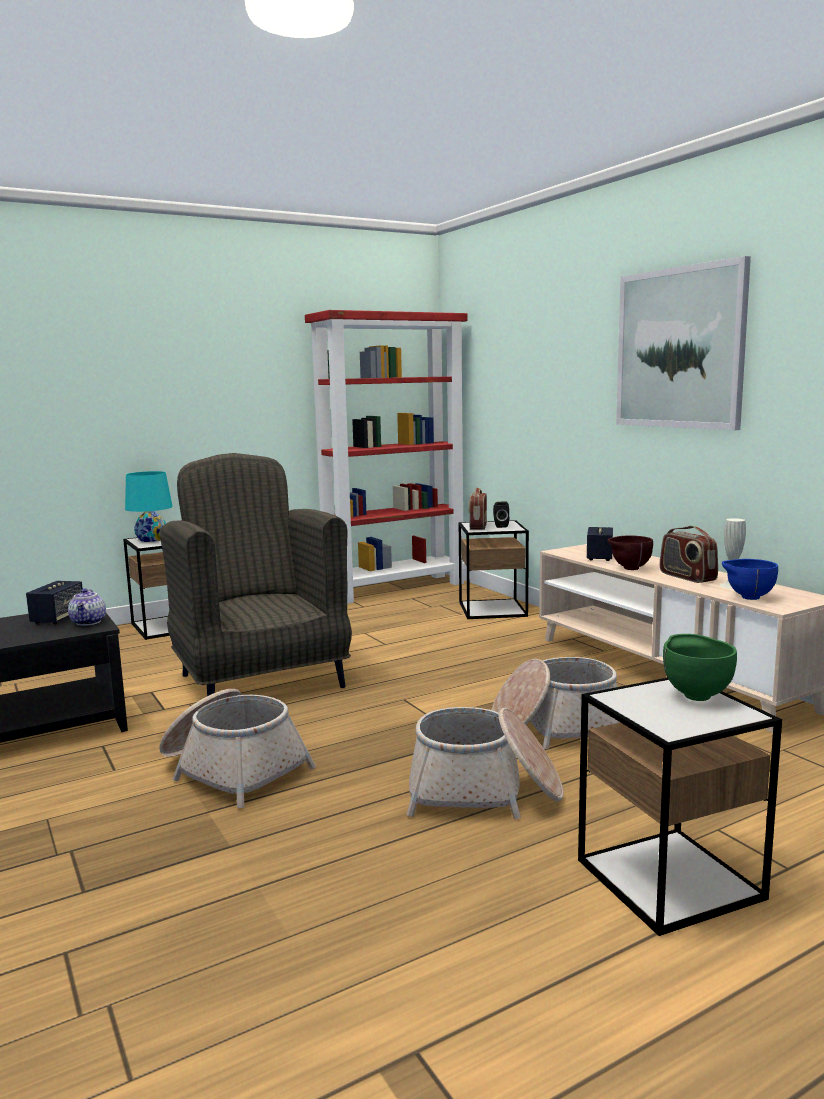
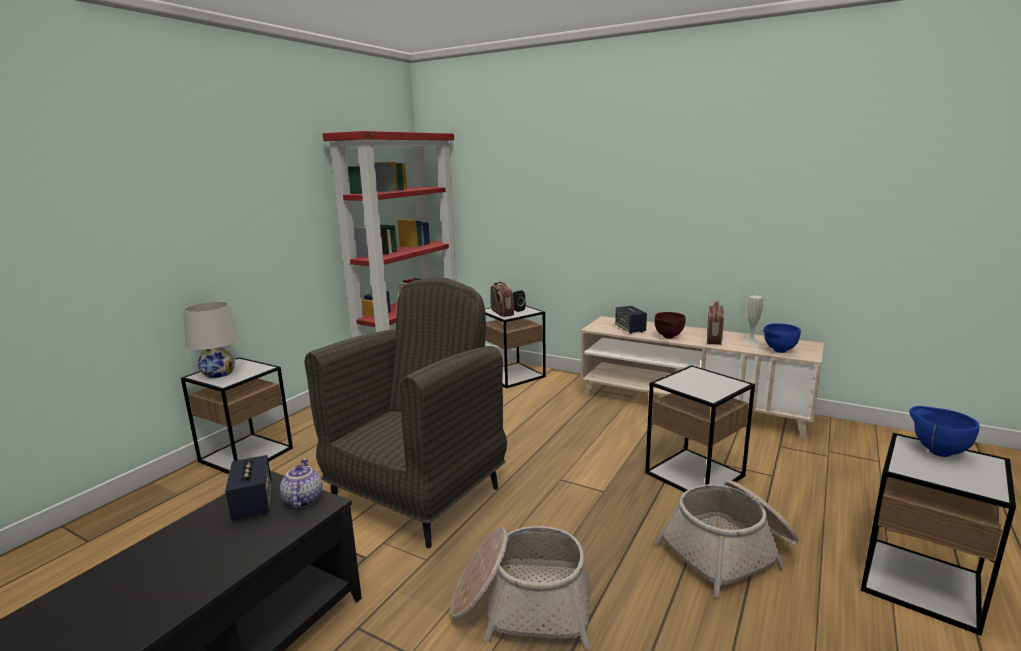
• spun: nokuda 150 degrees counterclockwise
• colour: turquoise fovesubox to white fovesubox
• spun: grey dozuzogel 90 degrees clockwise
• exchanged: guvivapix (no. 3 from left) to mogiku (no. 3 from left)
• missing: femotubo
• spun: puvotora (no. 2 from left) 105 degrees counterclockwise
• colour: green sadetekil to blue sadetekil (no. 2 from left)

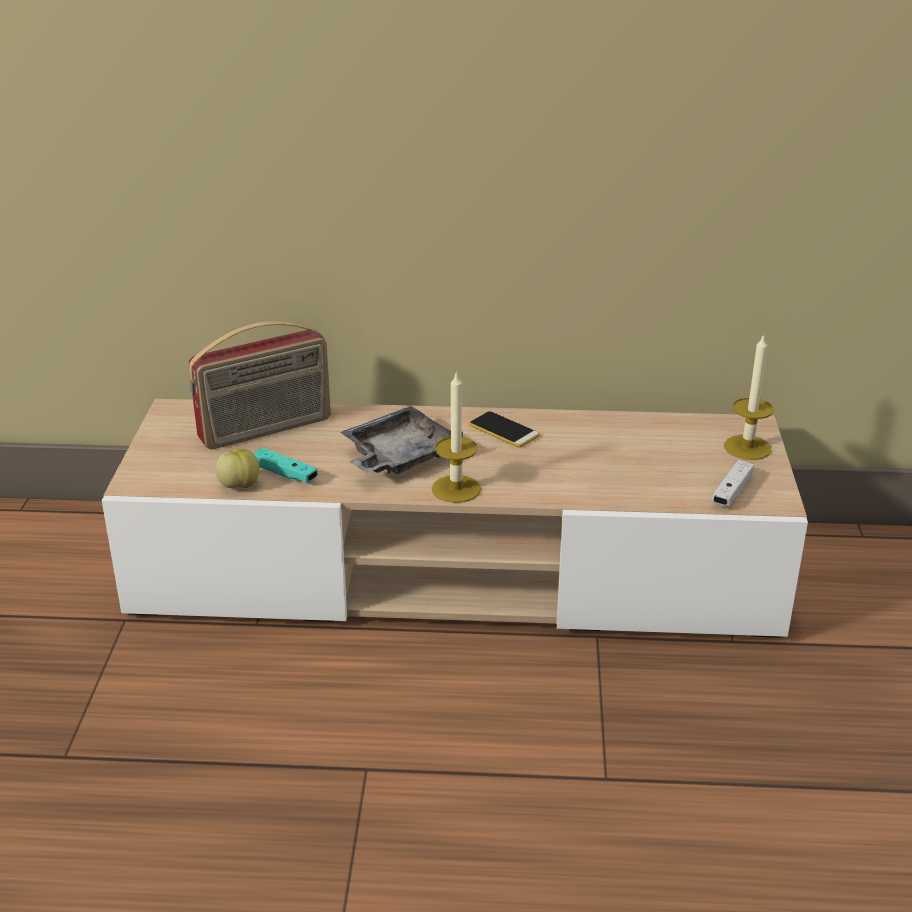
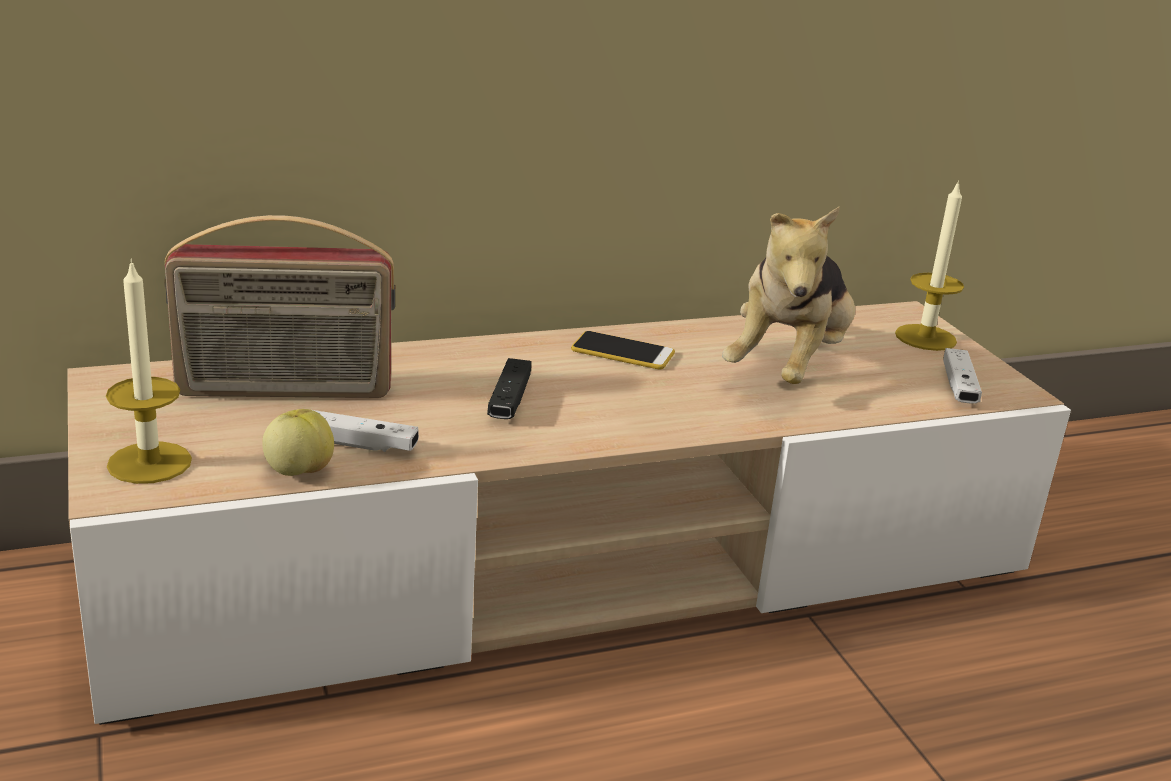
• spun: puvotora 45 degrees clockwise
• colour: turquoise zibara to white zibara (no. 1 from left)
• exchanged: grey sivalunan to black zibara
• relocated: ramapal (no. 1 from left)
• appeared: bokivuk

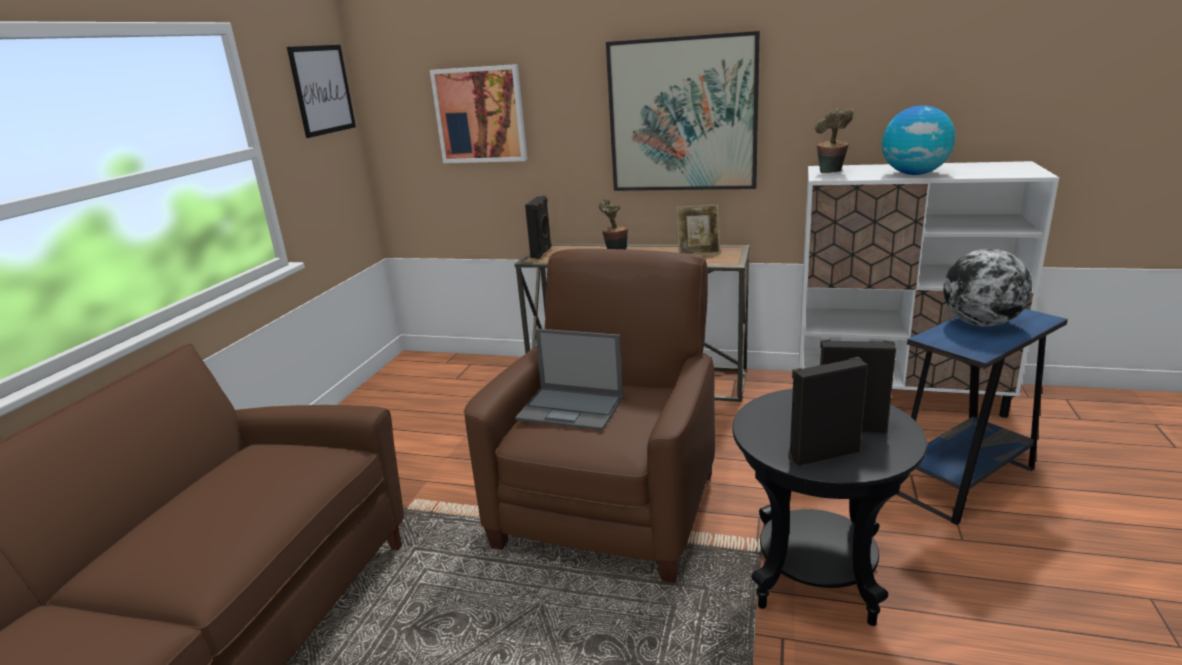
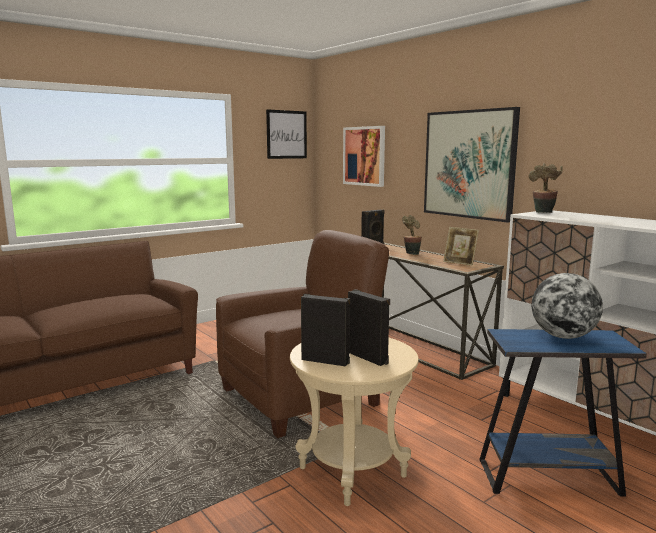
• missing: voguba
• colour: black mogiku to beige mogiku
• missing: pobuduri (no. 1 from left)

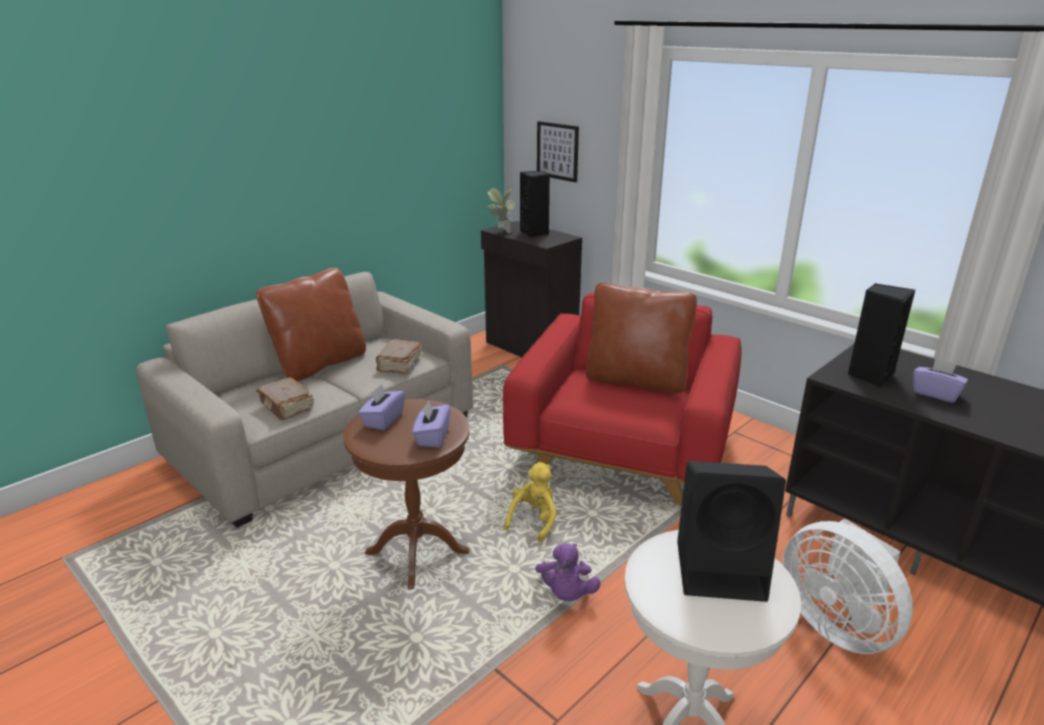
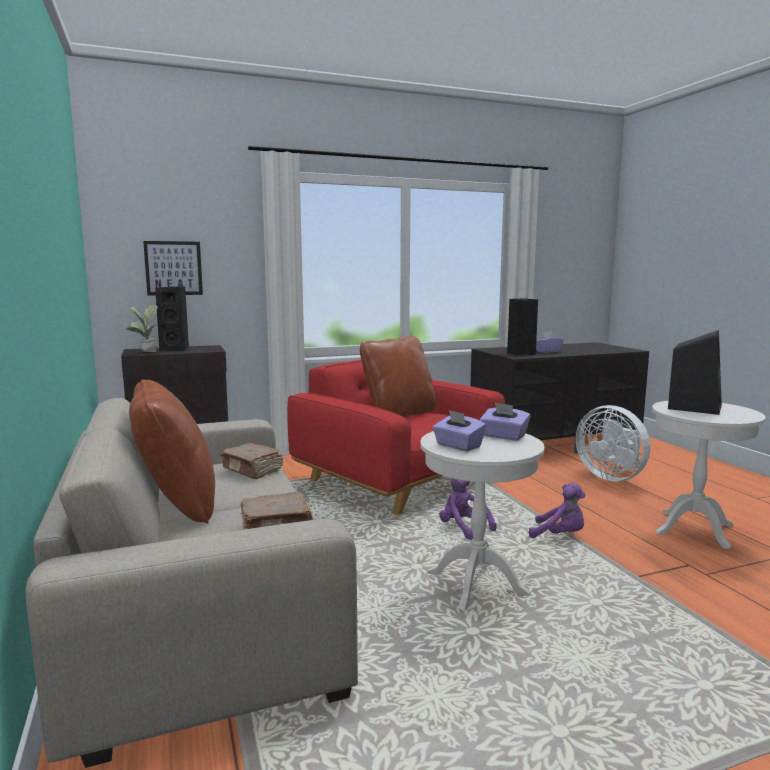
• colour: brown mogiku to white mogiku (no. 1 from left)
• colour: yellow bokivuk to purple bokivuk (no. 1 from left)
• spun: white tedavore 60 degrees clockwise

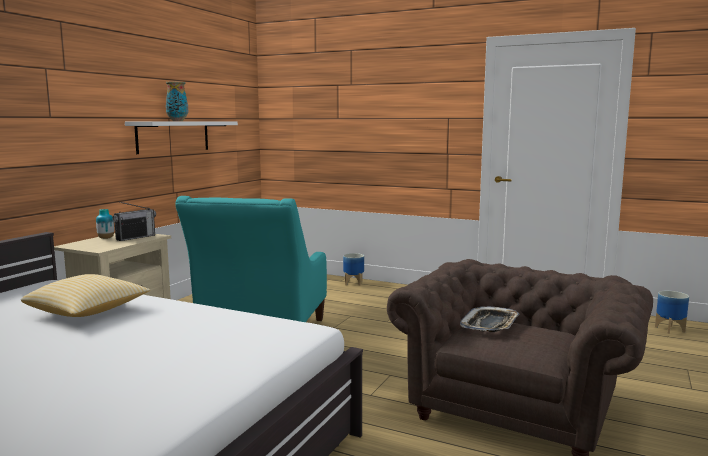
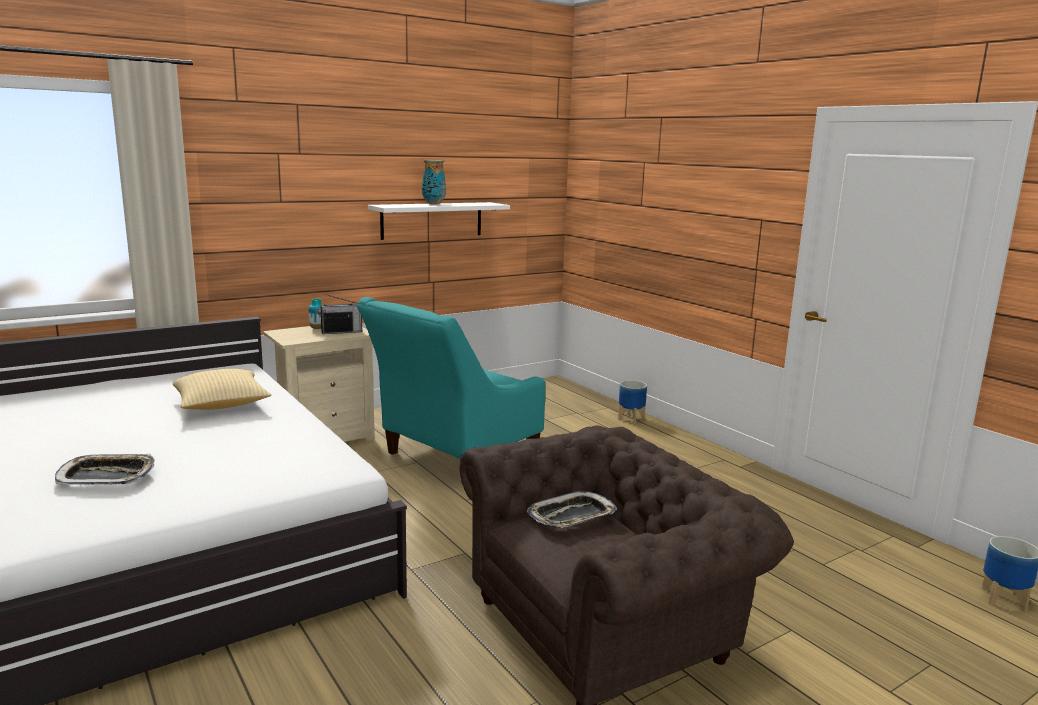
• appeared: sivalunan (no. 1 from left)

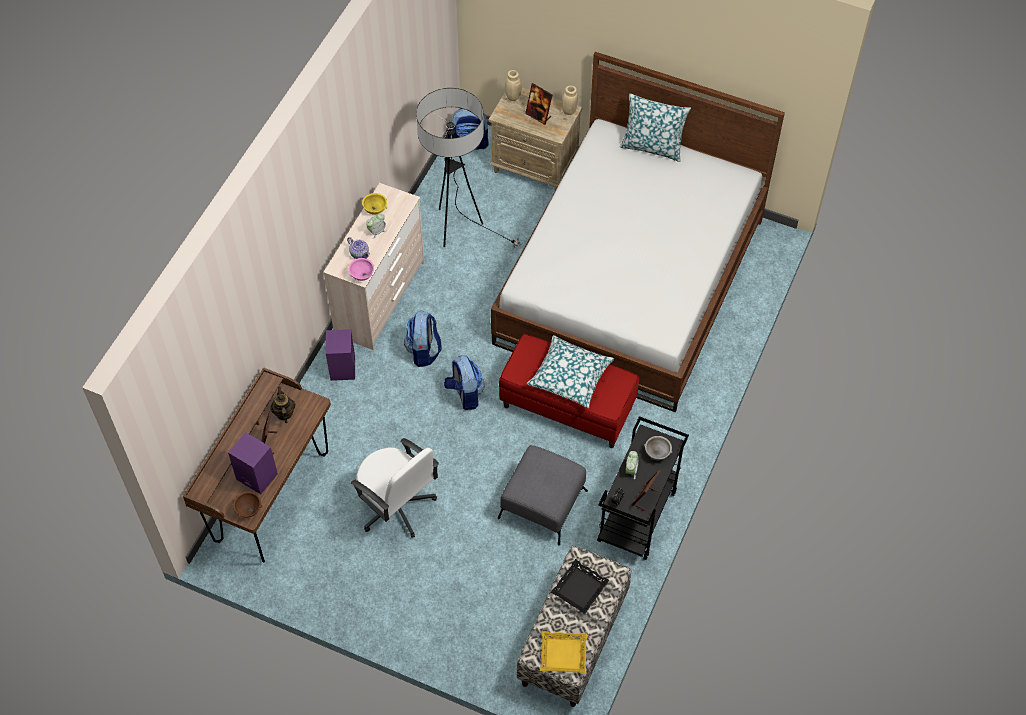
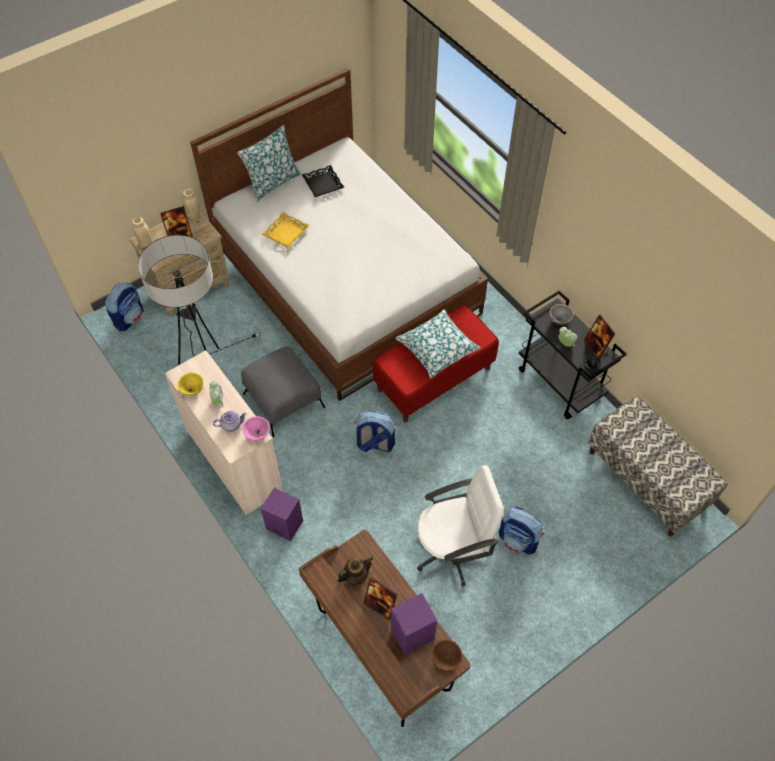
• spun: nokuda (no. 1 from left in the first image) 135 degrees clockwise
• relocated: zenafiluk (no. 1 from left in the first image) to zenafiluk (no. 3 from left)
• relocated: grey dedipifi
• relocated: yellow sivalunan
• relocated: black sivalunan

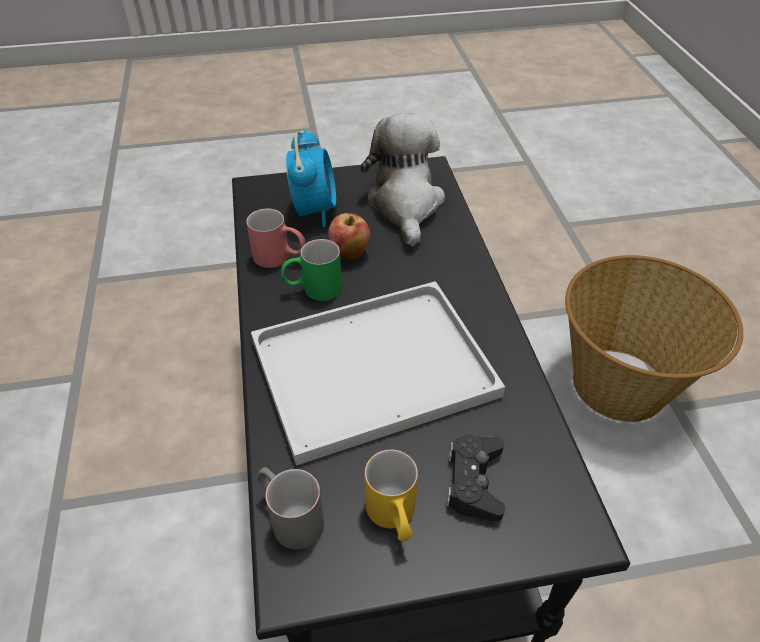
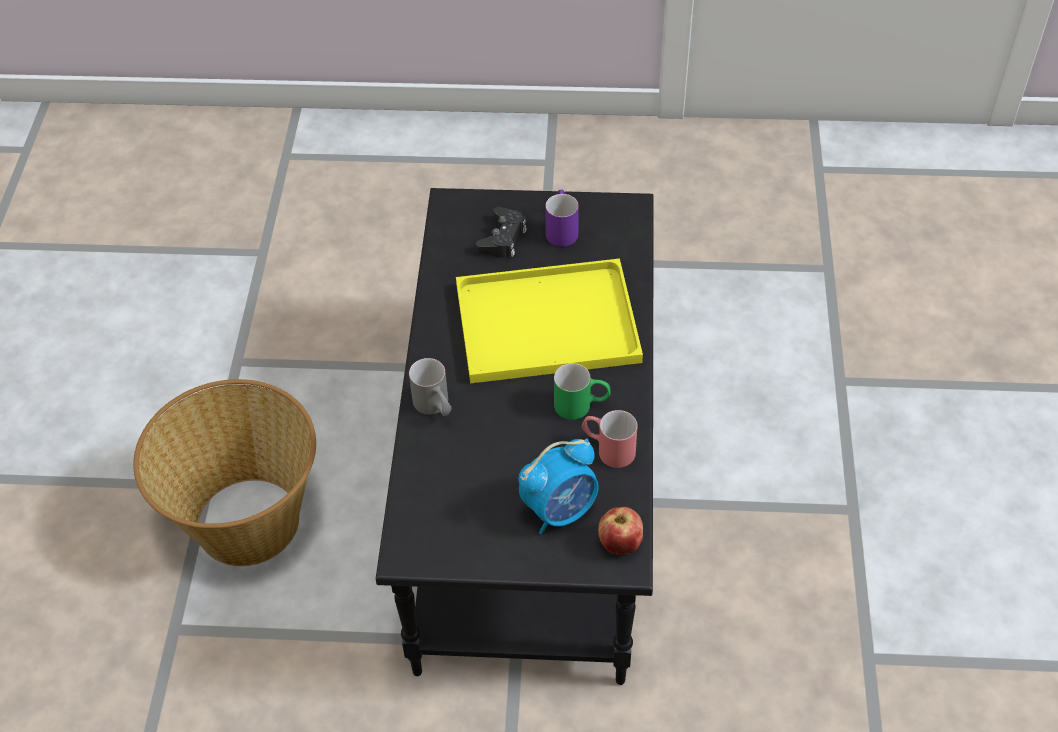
• colour: white sivalunan to yellow sivalunan
• relocated: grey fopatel
• spun: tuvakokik 135 degrees counterclockwise
• relocated: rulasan
• missing: bokivuk
• colour: yellow fopatel to purple fopatel

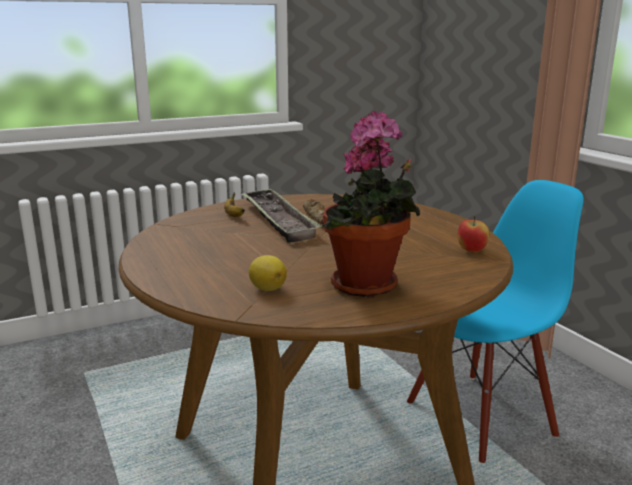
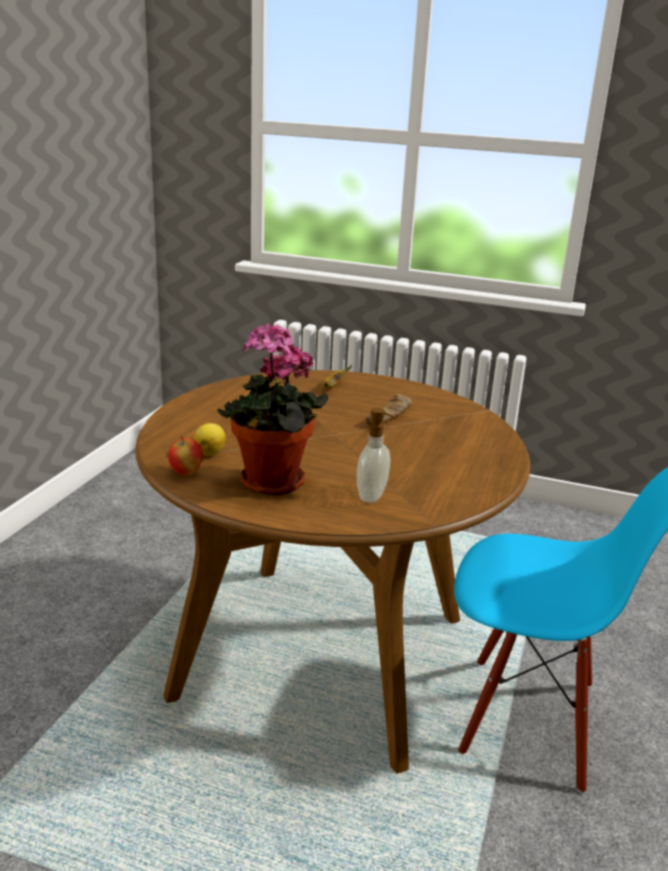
• missing: sivalunan
• relocated: rulasan
• appeared: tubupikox

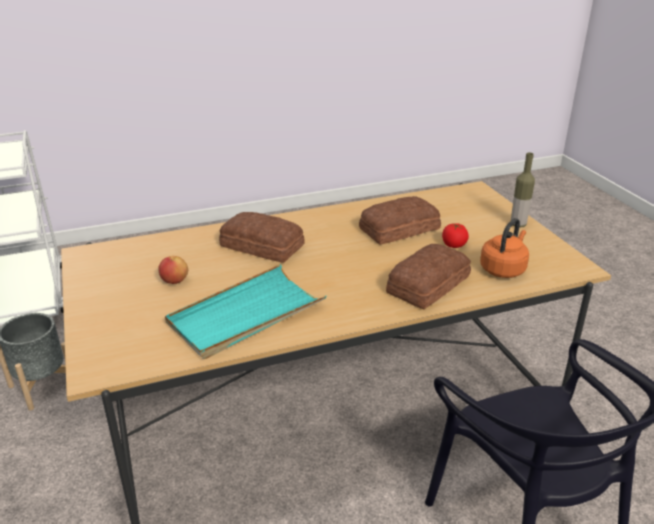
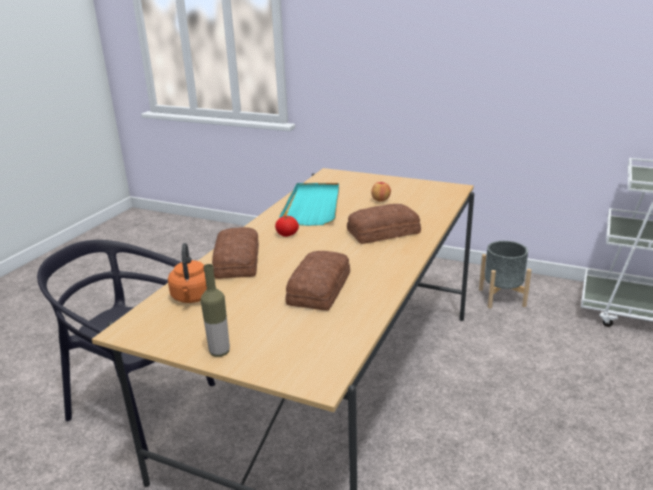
• relocated: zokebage

